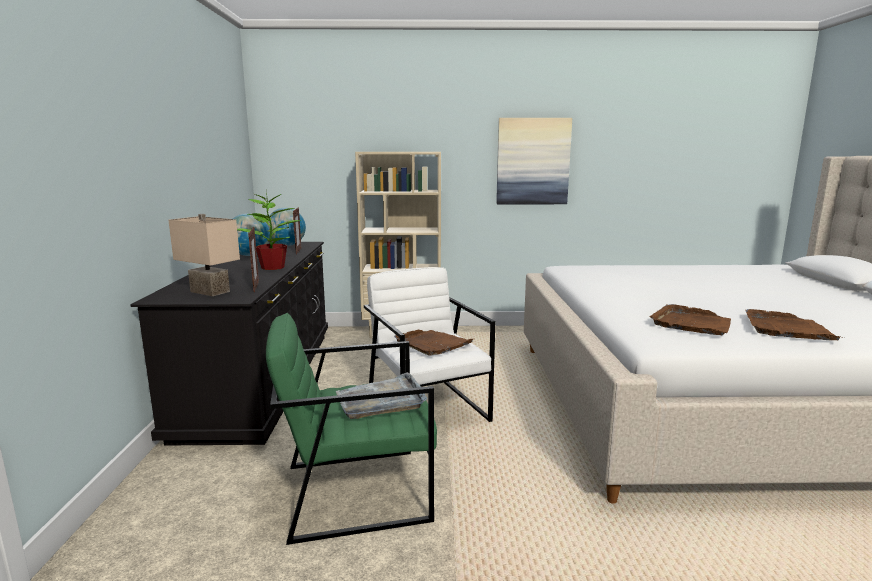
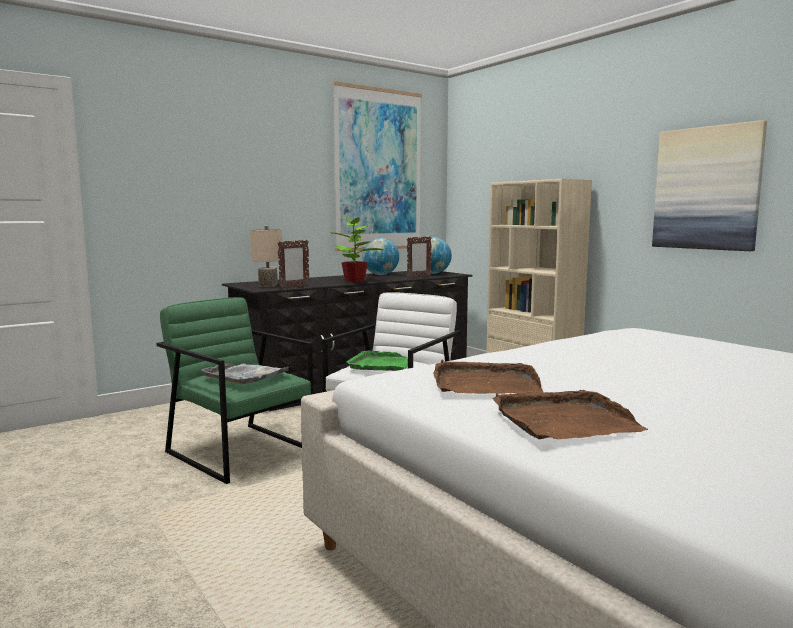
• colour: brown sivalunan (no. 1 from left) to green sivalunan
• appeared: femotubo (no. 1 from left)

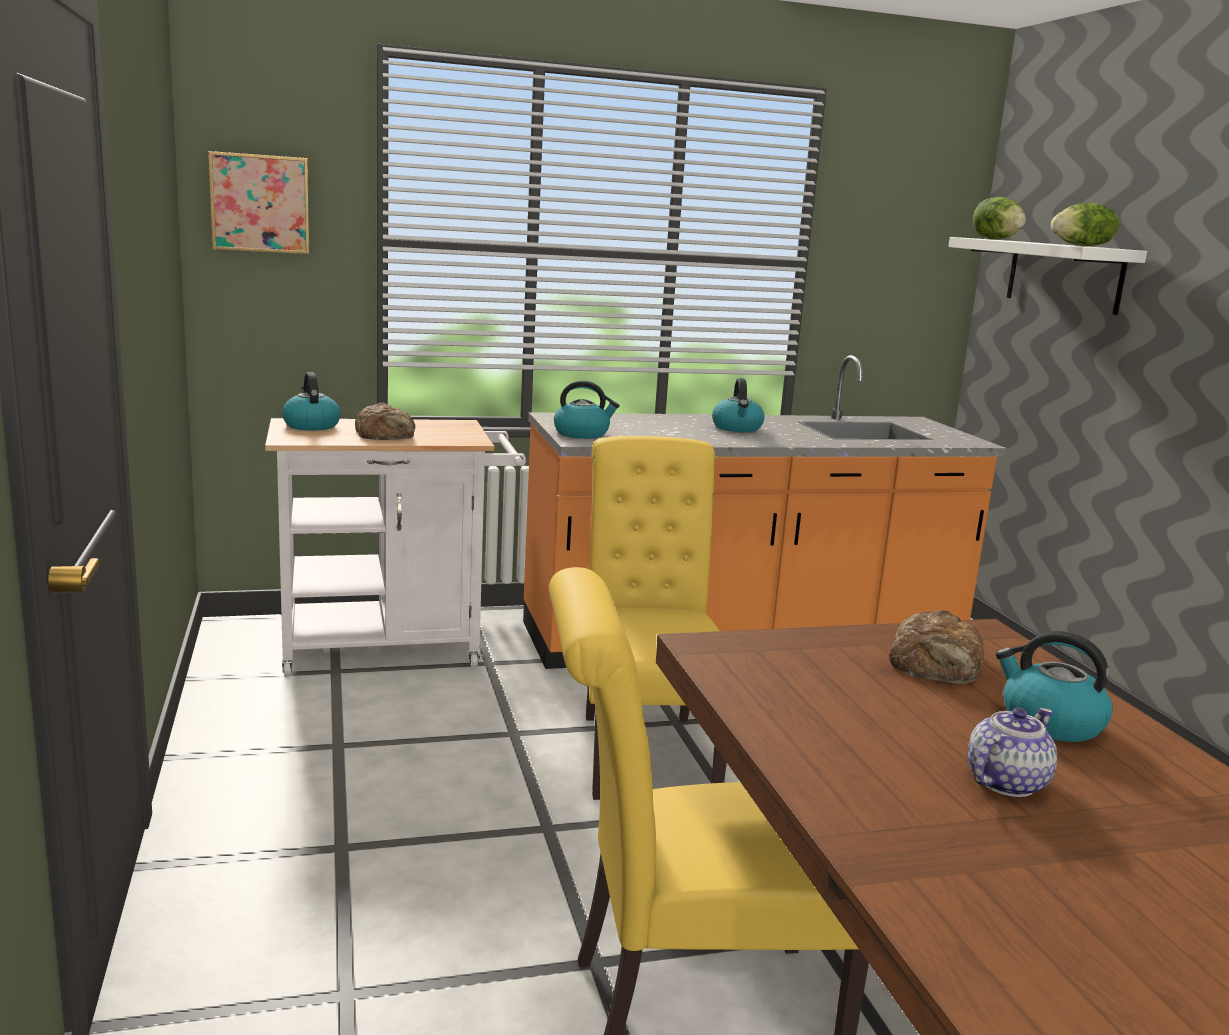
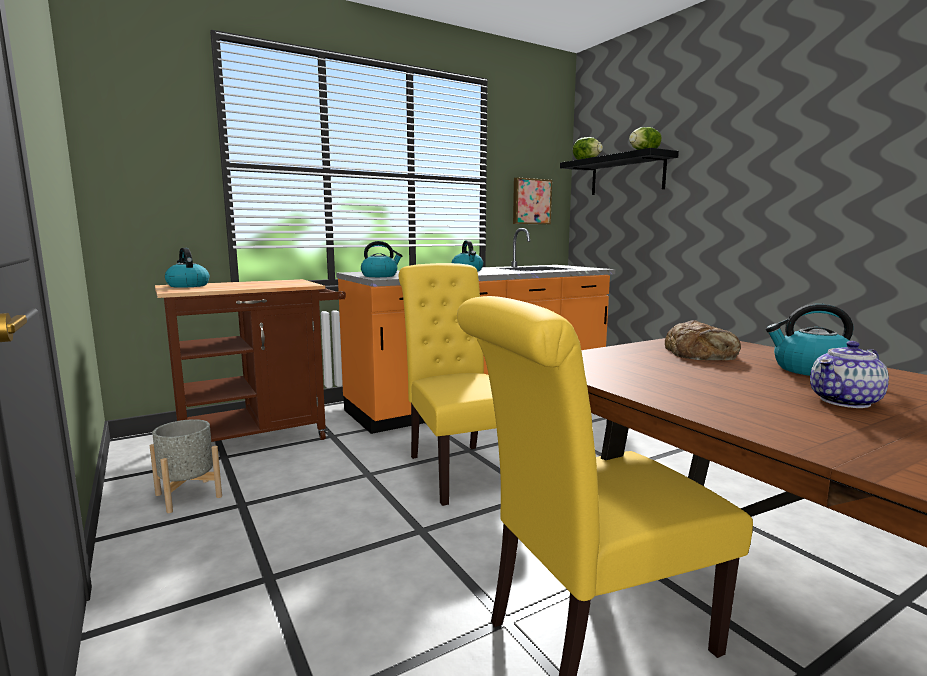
• relocated: femotubo
• colour: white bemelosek to brown bemelosek
• missing: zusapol (no. 1 from left)
• colour: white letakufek to black letakufek
• spun: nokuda 150 degrees counterclockwise
• appeared: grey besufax

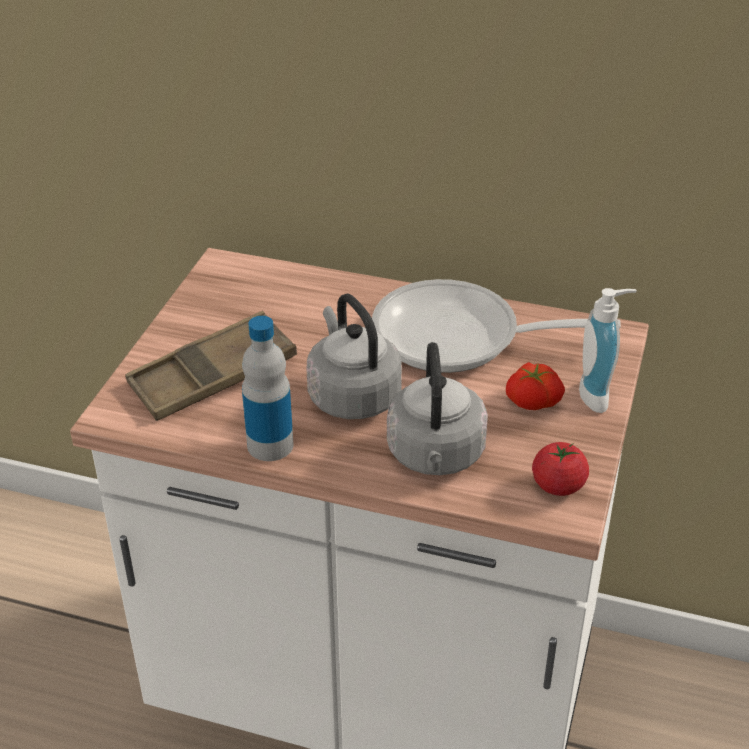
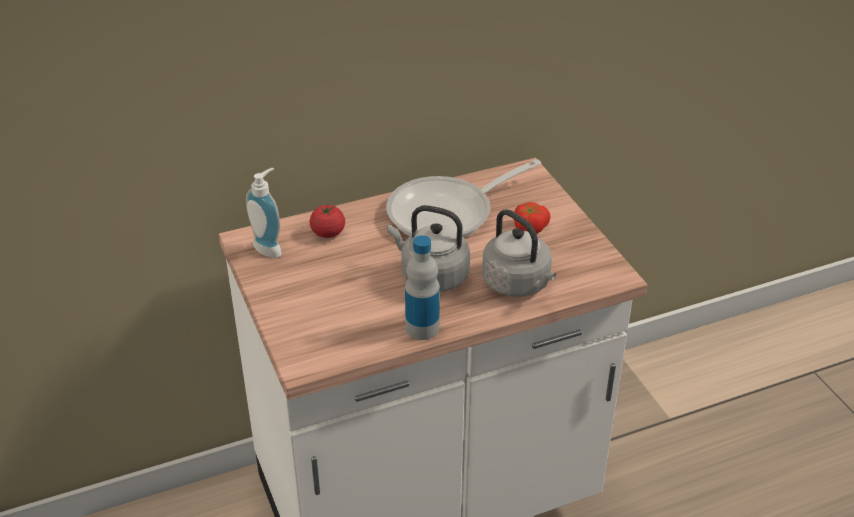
• missing: brown sivalunan
• relocated: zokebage (no. 2 from left in the first image) to zokebage (no. 1 from left)
• relocated: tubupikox

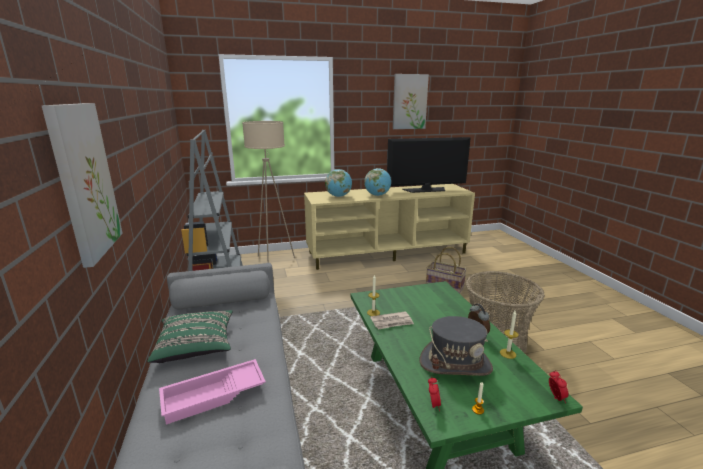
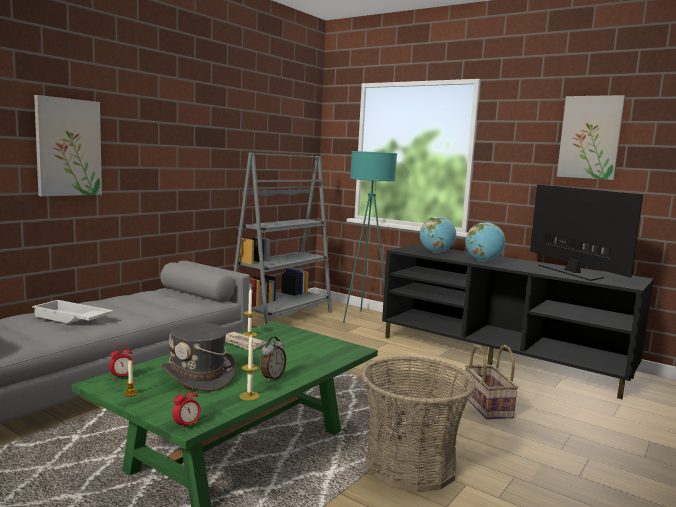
• missing: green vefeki
• colour: pink sivalunan to white sivalunan
• colour: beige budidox to turquoise budidox
• colour: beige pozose to black pozose
• spun: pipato 150 degrees counterclockwise

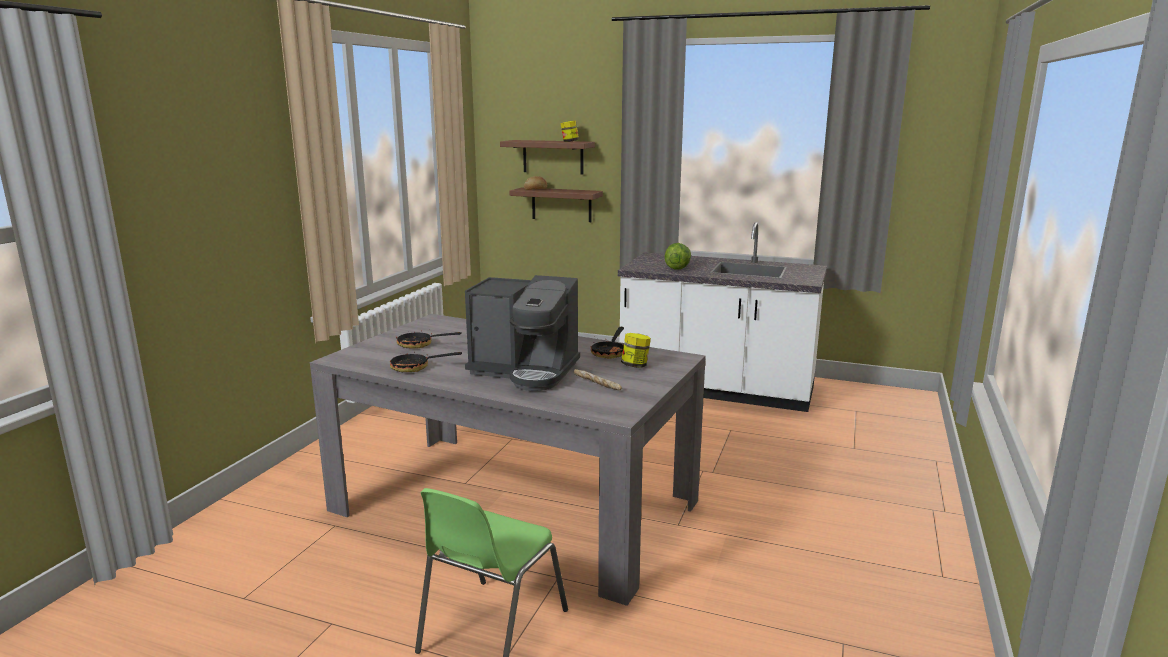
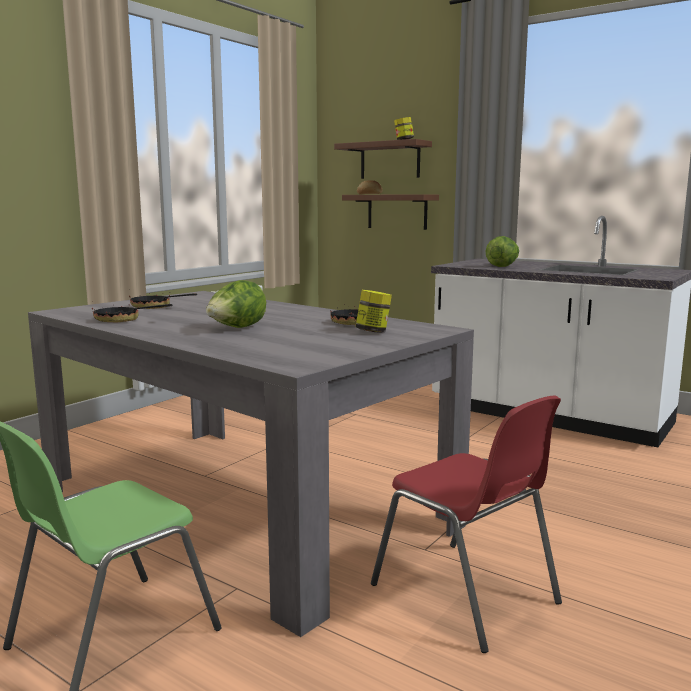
• exchanged: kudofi to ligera (no. 1 from left)
• missing: zusapol (no. 2 from left)
• appeared: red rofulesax

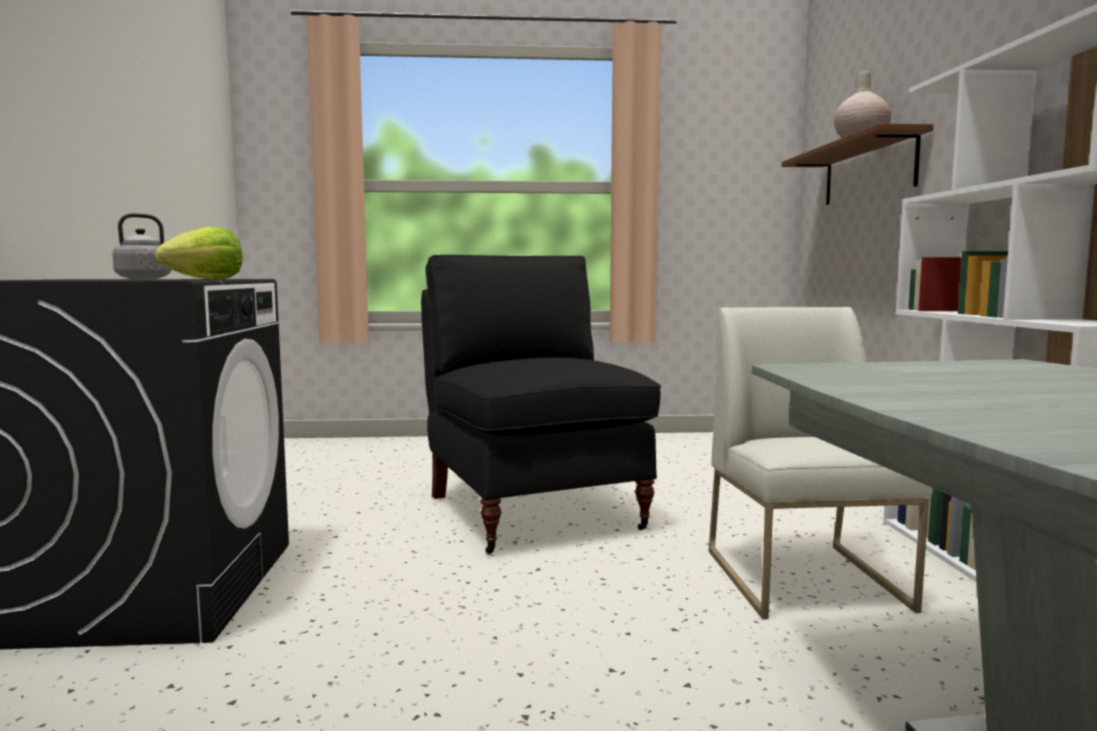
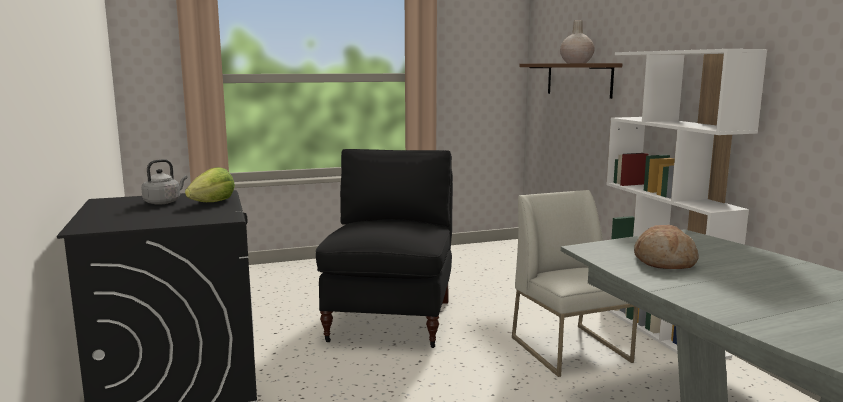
• spun: black rofulesax 45 degrees clockwise
• appeared: zusapol

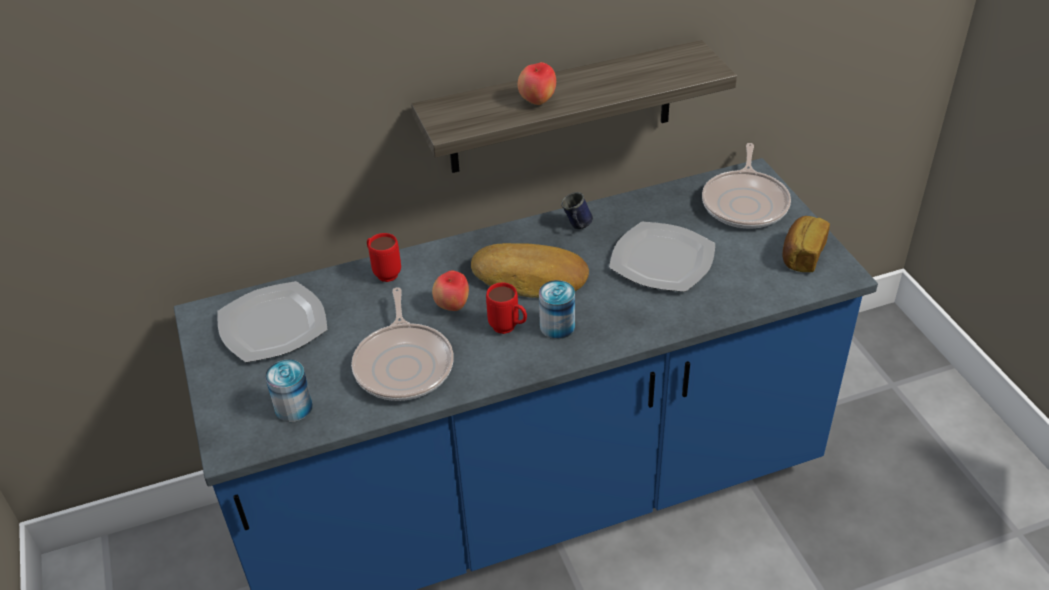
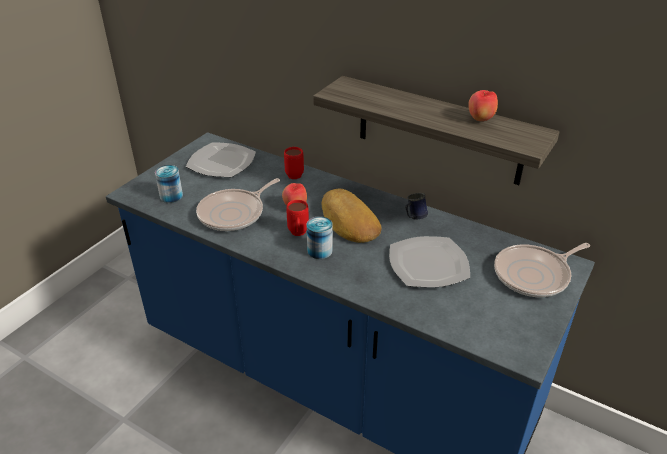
• relocated: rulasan (no. 2 from left)
• missing: zusapol (no. 2 from left)

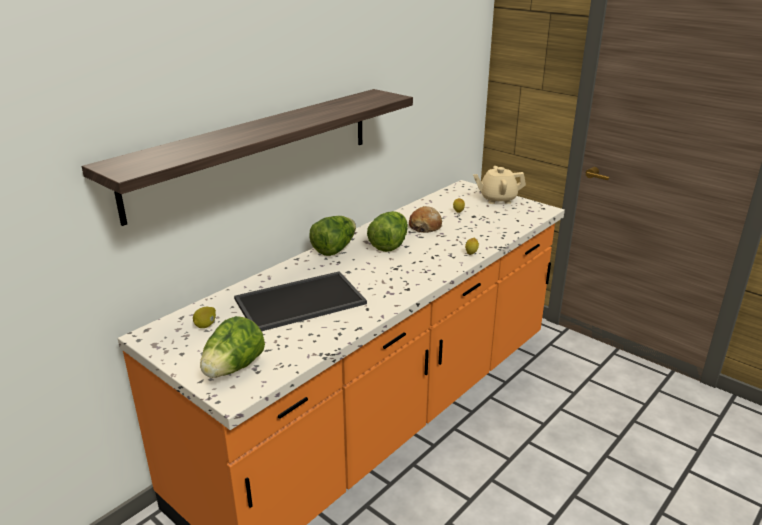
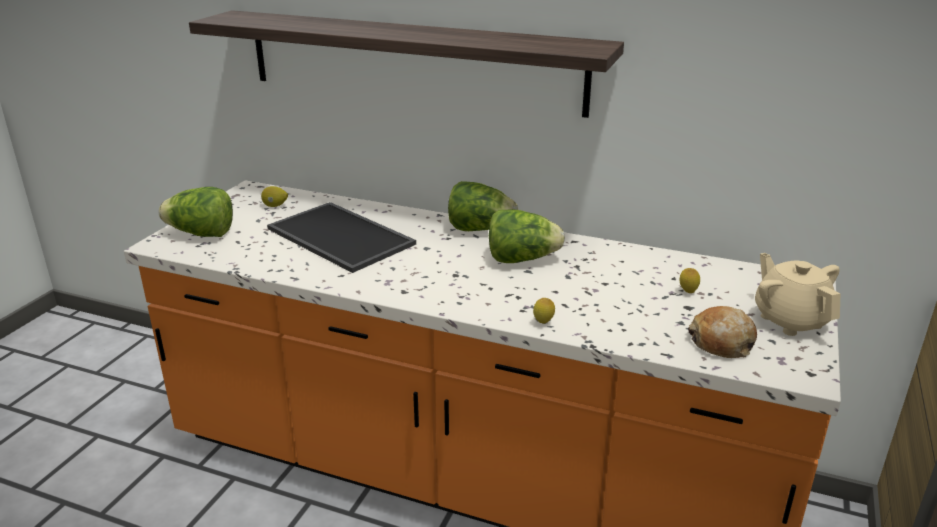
• relocated: zusapol

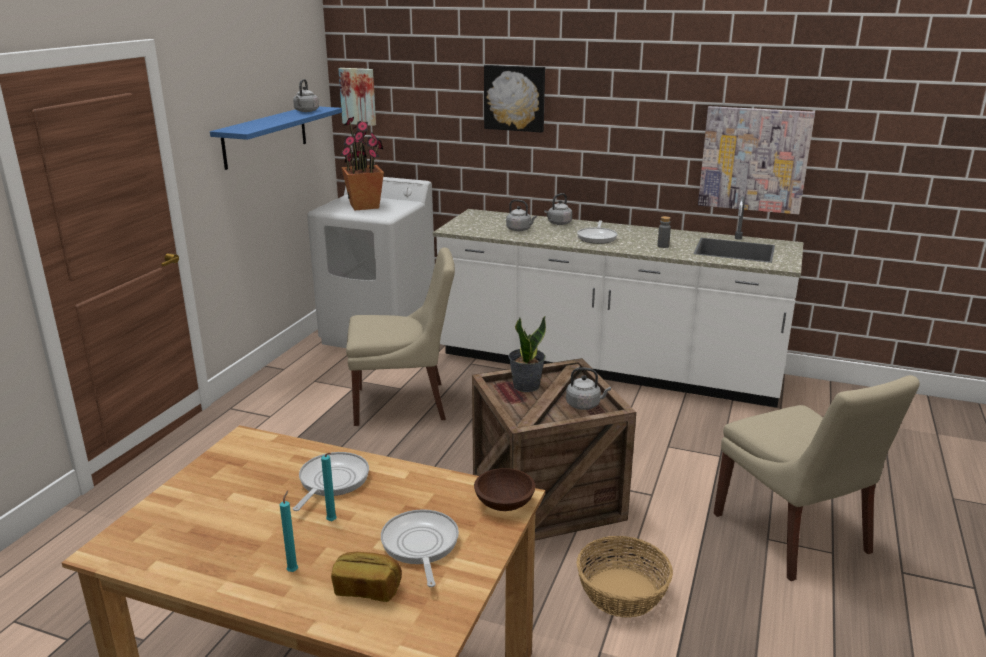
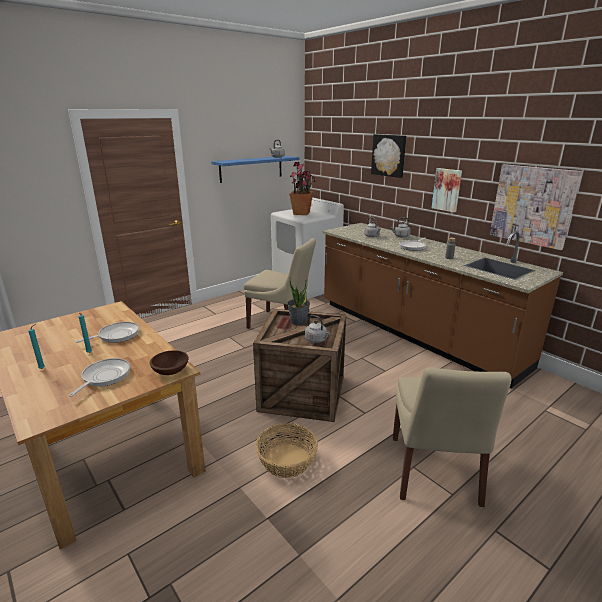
• missing: zusapol
• relocated: femotubo (no. 1 from left in the first image) to femotubo (no. 2 from left)
• colour: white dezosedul to brown dezosedul

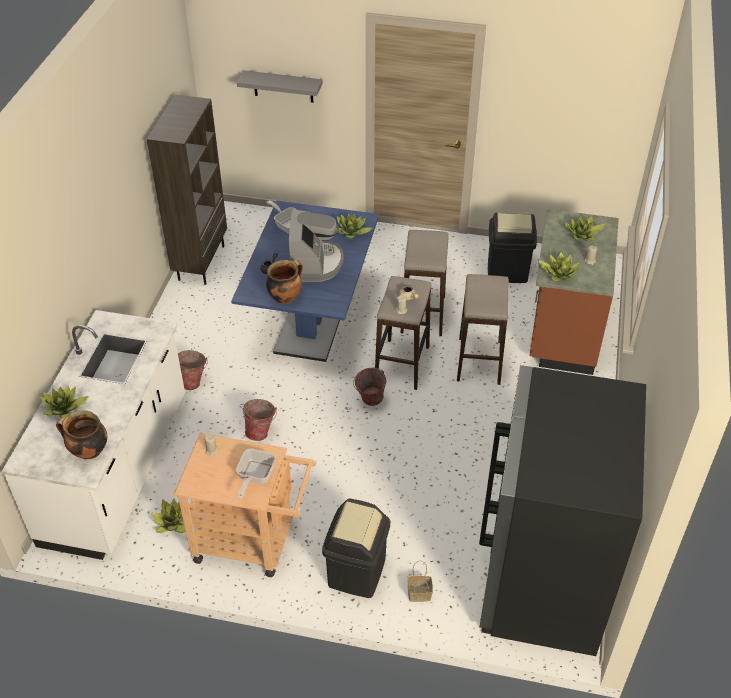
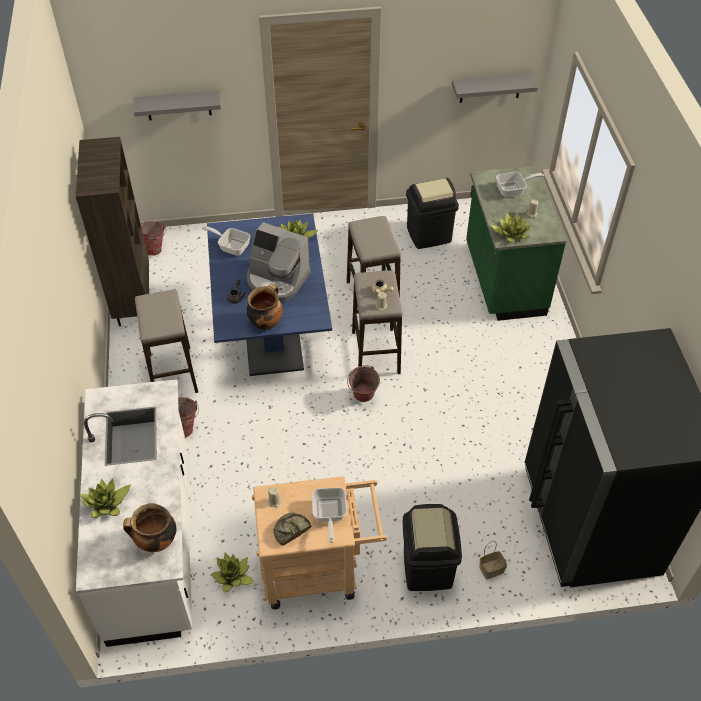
• relocated: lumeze (no. 2 from left in the first image) to lumeze (no. 1 from left)
• spun: kudofi 135 degrees clockwise
• relocated: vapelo (no. 3 from left in the first image) to vapelo (no. 1 from left)
• colour: brown dezosedul to green dezosedul
• exchanged: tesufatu (no. 5 from left) to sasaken (no. 3 from left)
• appeared: zusapol
• appeared: grey letakufek (no. 2 from left)

